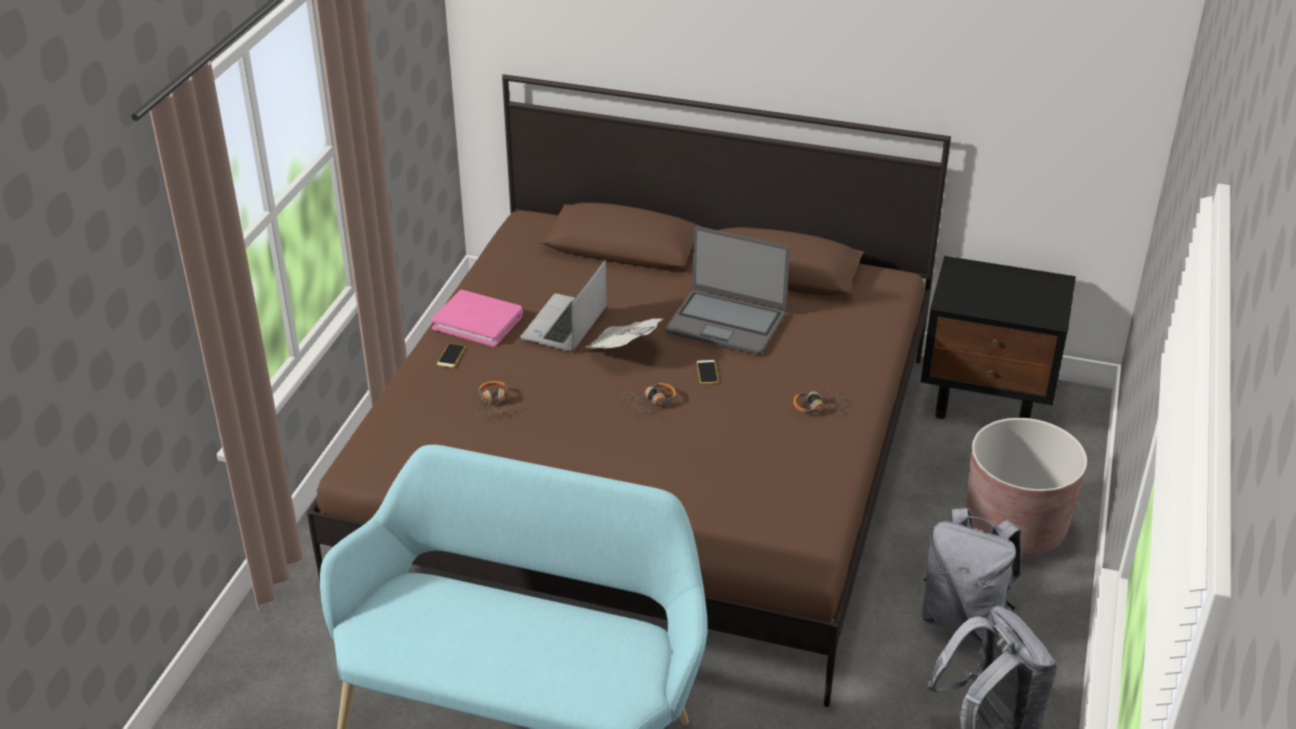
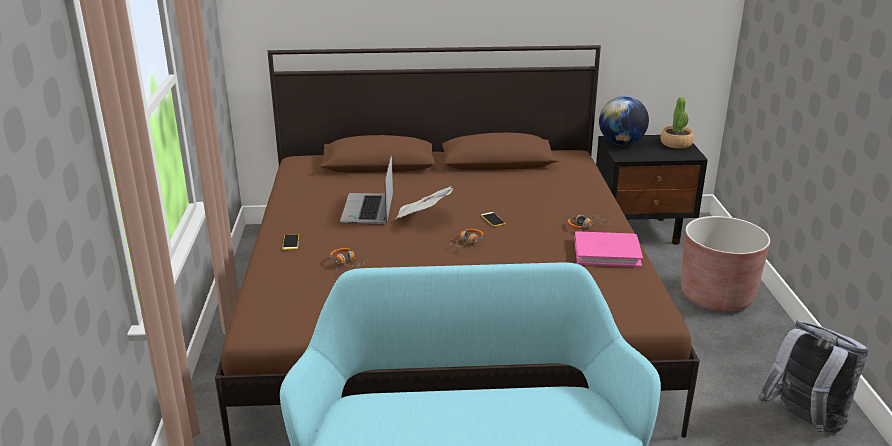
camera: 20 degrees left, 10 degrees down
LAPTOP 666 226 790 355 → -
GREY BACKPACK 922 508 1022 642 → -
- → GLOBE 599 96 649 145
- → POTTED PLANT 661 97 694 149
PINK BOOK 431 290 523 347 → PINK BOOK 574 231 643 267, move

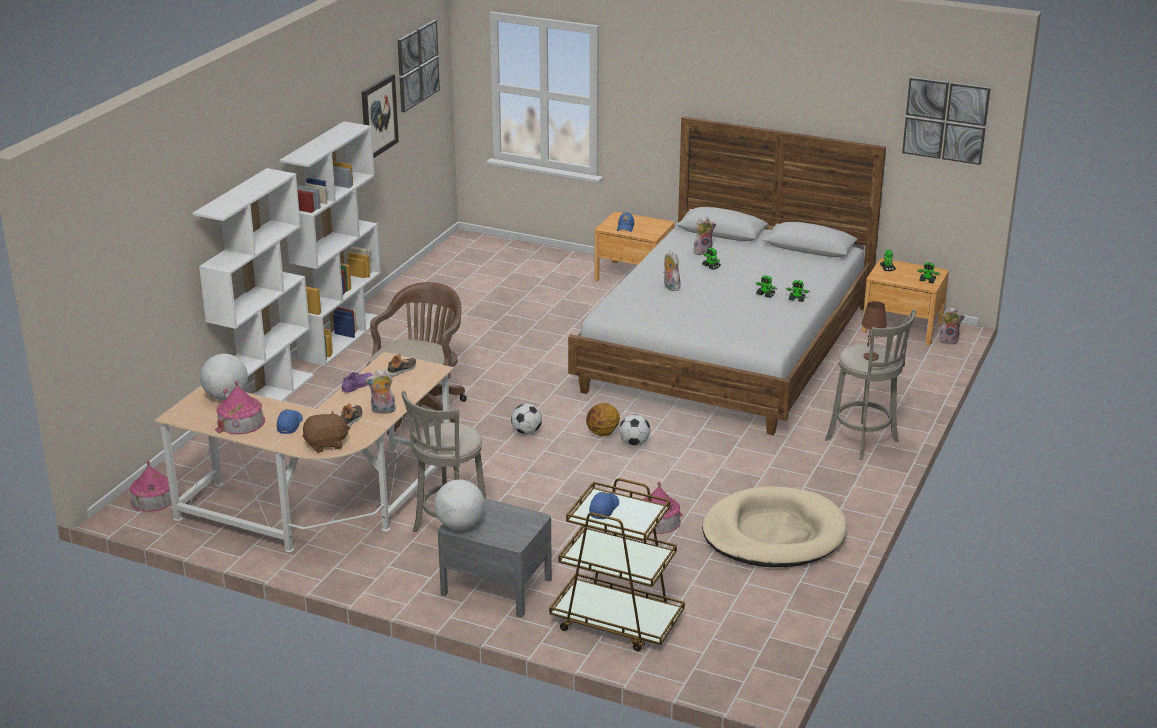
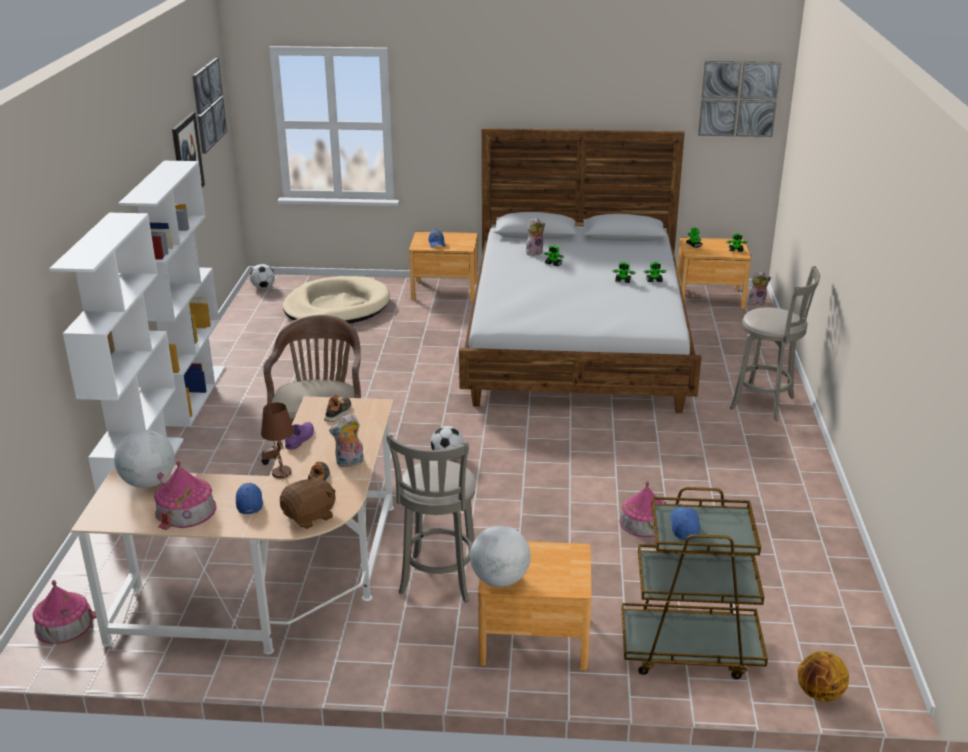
camera: 20 degrees left, 0 degrees up
PLUSH TOY 663 251 681 291 → -
BASKETBALL 586 403 620 436 → BASKETBALL 798 651 849 702, move
FOOTBALL 619 414 650 446 → FOOTBALL 250 264 275 289, move
BEIGE DOG BED 702 487 847 567 → BEIGE DOG BED 283 276 390 324, move
BROWN TABLE LAMP 862 301 887 361 → BROWN TABLE LAMP 261 402 294 478, move
GREY NIGHTSTAND 438 498 552 617 → BROWN NIGHTSTAND 478 541 592 670

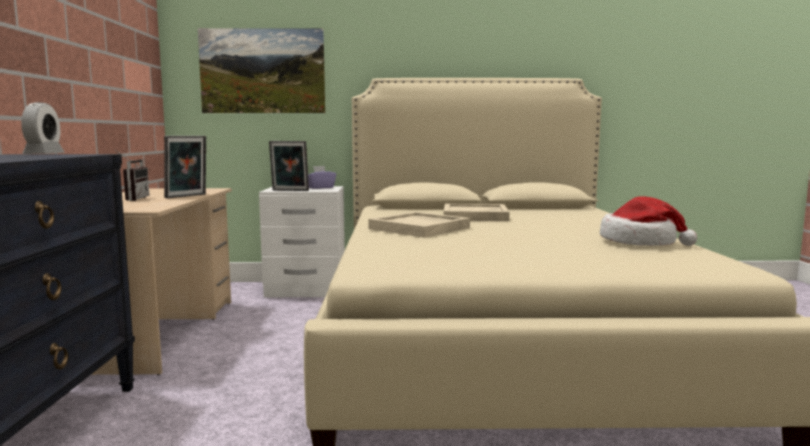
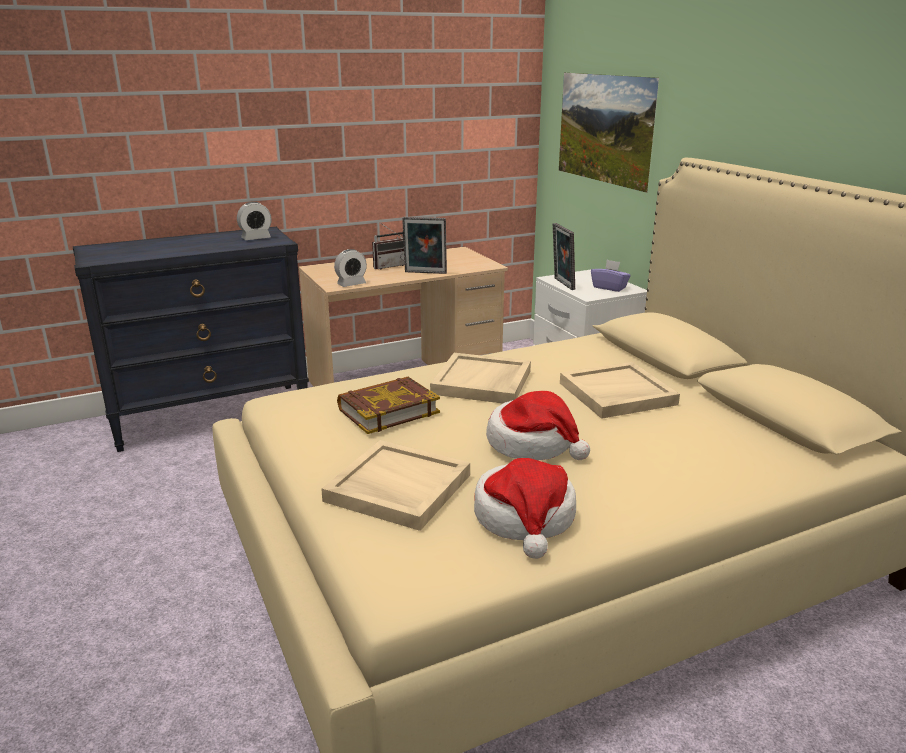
camera: 65 degrees right, 15 degrees up
- → BEIGE TRAY 321 440 470 531
- → ALARM CLOCK 334 249 367 287
- → BOOK 337 377 440 434
- → HAT 486 391 590 460

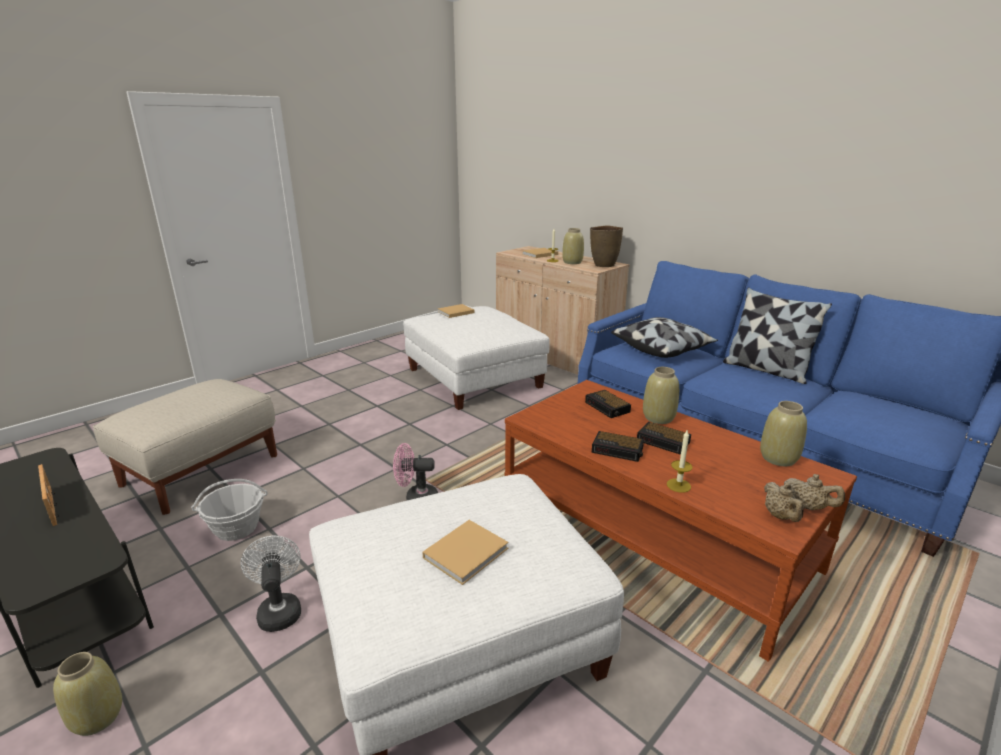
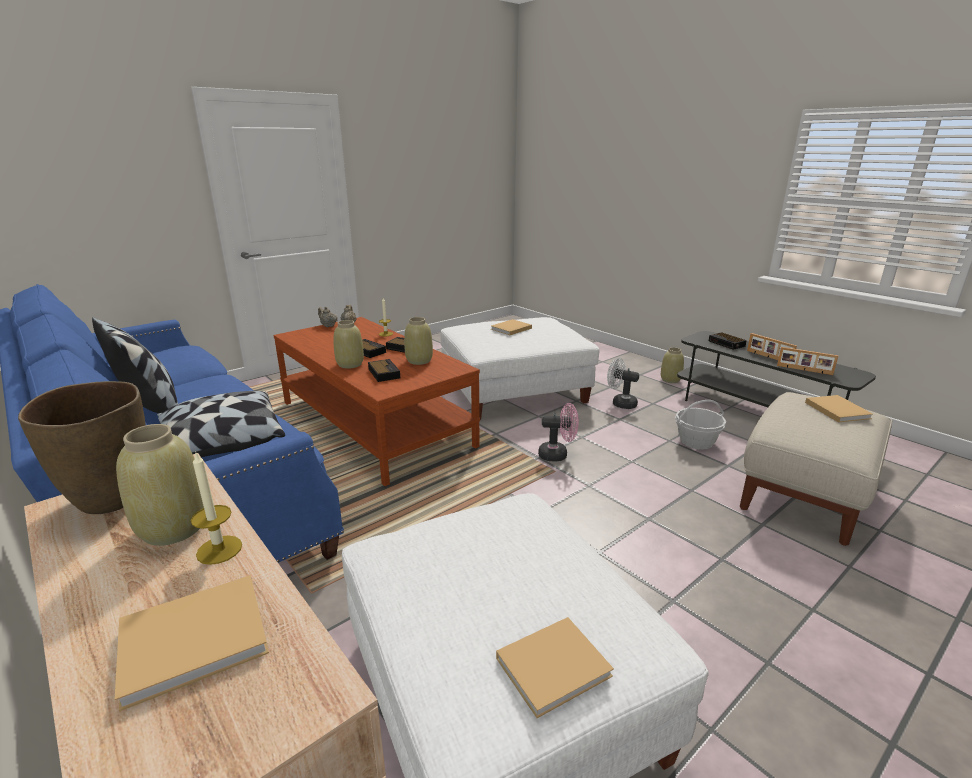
camera: 175 degrees left, 0 degrees up
- → ALARM CLOCK 709 332 747 350
- → PICTURE FRAME 777 347 838 375
- → BEIGE BOOK 805 395 873 422
BEIGE VASE 760 401 807 466 → BEIGE VASE 404 317 433 365, move
WHITE FAN 241 536 301 632 → WHITE FAN 607 358 639 409, 135 degrees clockwise

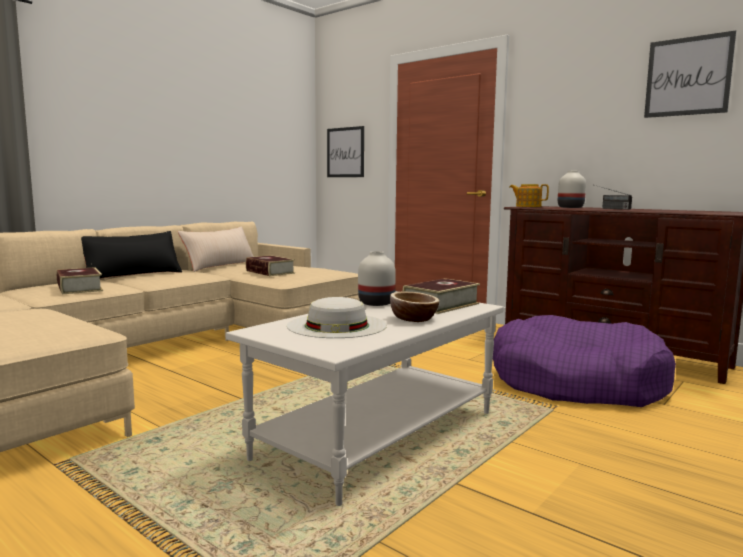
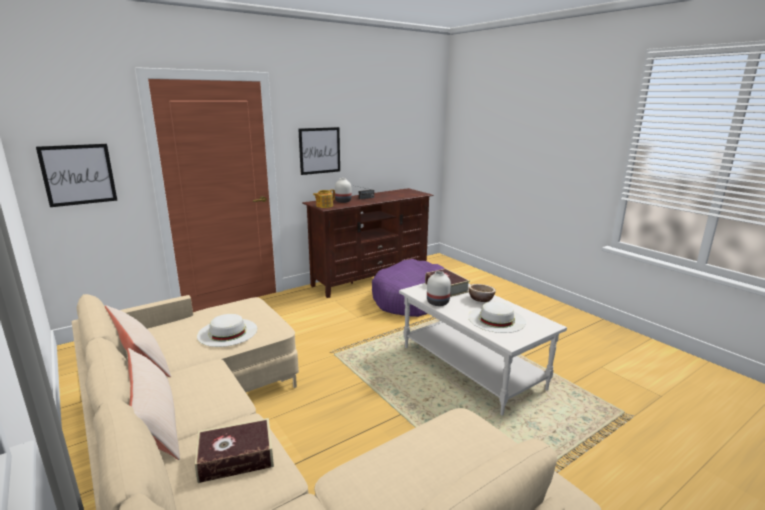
camera: 75 degrees left, 10 degrees up
PICTURE 644 31 737 118 → PICTURE 298 127 340 175, move
BOOK 246 255 295 276 → WHITE HAT 197 314 257 347
BLACK PILLOW 81 231 182 279 → BEIGE PILLOW 127 348 180 460

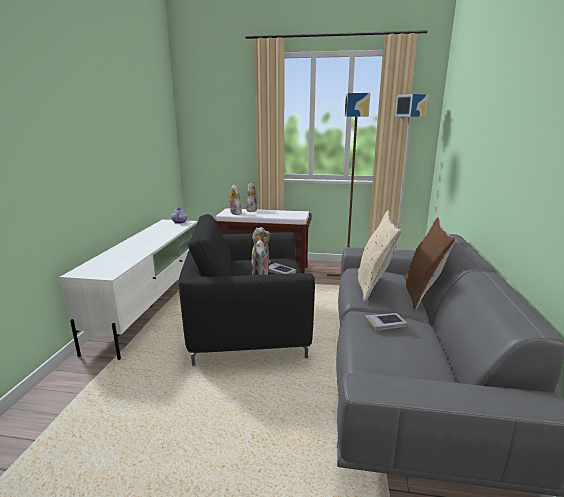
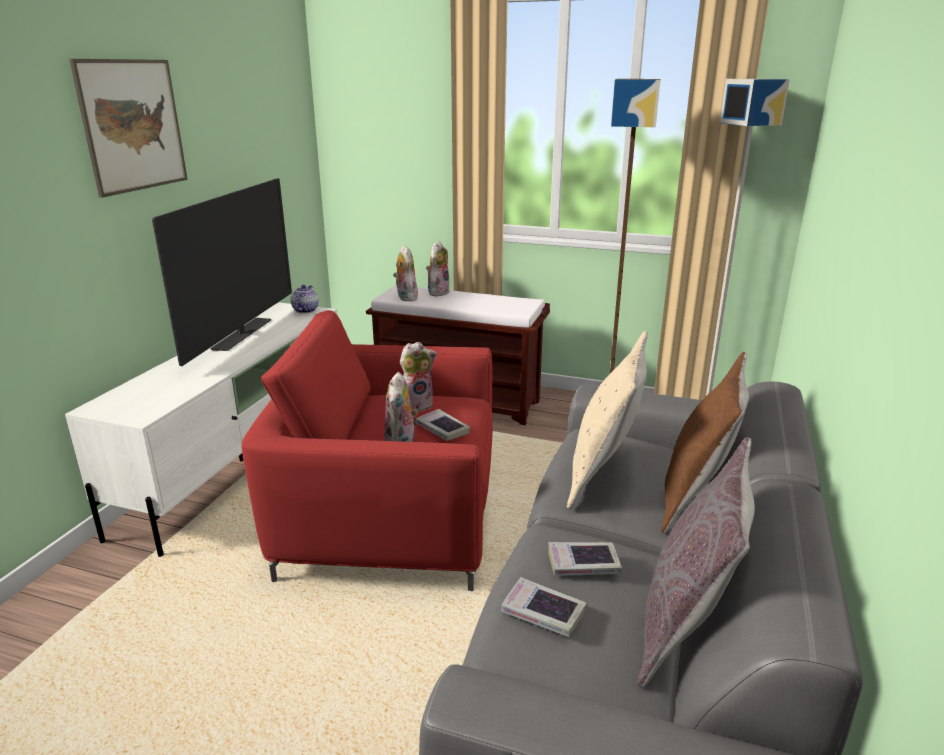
camera: 10 degrees right, 5 degrees up
- → PICTURE 69 59 188 198
- → TELEVISION 152 178 292 366
- → BOOK 501 577 587 637
- → GREY PILLOW 638 437 755 688
BLACK ARMCHAIR 179 214 315 366 → RED ARMCHAIR 241 310 493 591

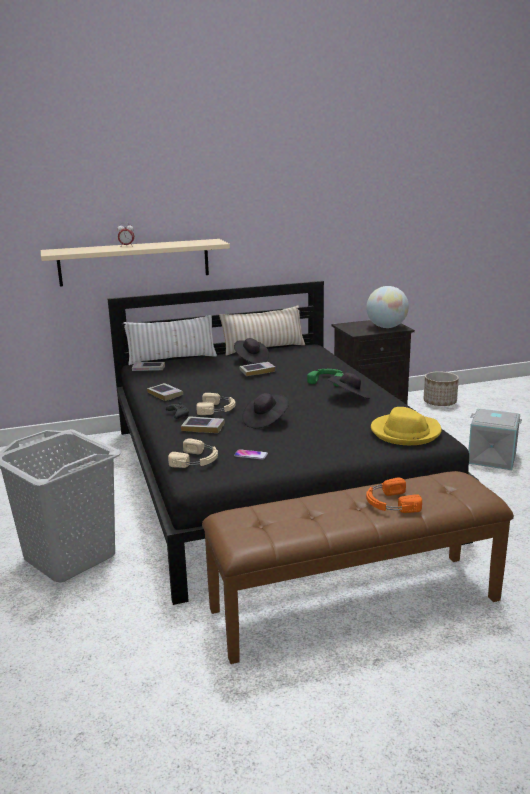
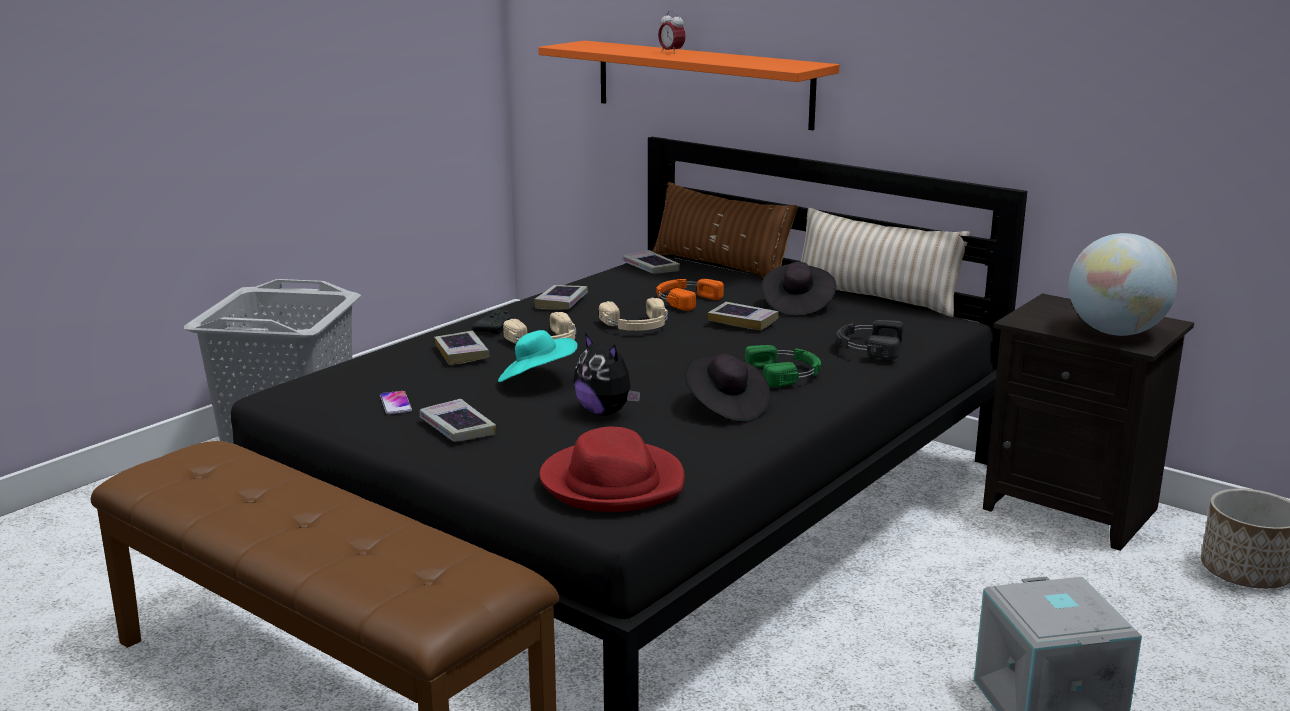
camera: 55 degrees right, 0 degrees up
- → BOOK 420 399 496 442
- → PLUSH TOY 573 333 640 416
- → BLACK HEADPHONES 836 320 904 359
BEIGE HEADPHONES 168 439 218 468 → BEIGE HEADPHONES 599 298 668 331, move
ORANGE HEADPHONES 366 478 422 513 → ORANGE HEADPHONES 656 279 724 311, move
BEIGE SHELF 41 239 230 287 → ORANGE SHELF 538 40 839 130
WHITE PILLOW 123 315 217 365 → BROWN PILLOW 652 182 798 277
BLACK HAT 242 393 289 428 → TURQUOISE HAT 498 330 578 382
YELLOW HAT 371 407 442 445 → RED HAT 540 427 685 512

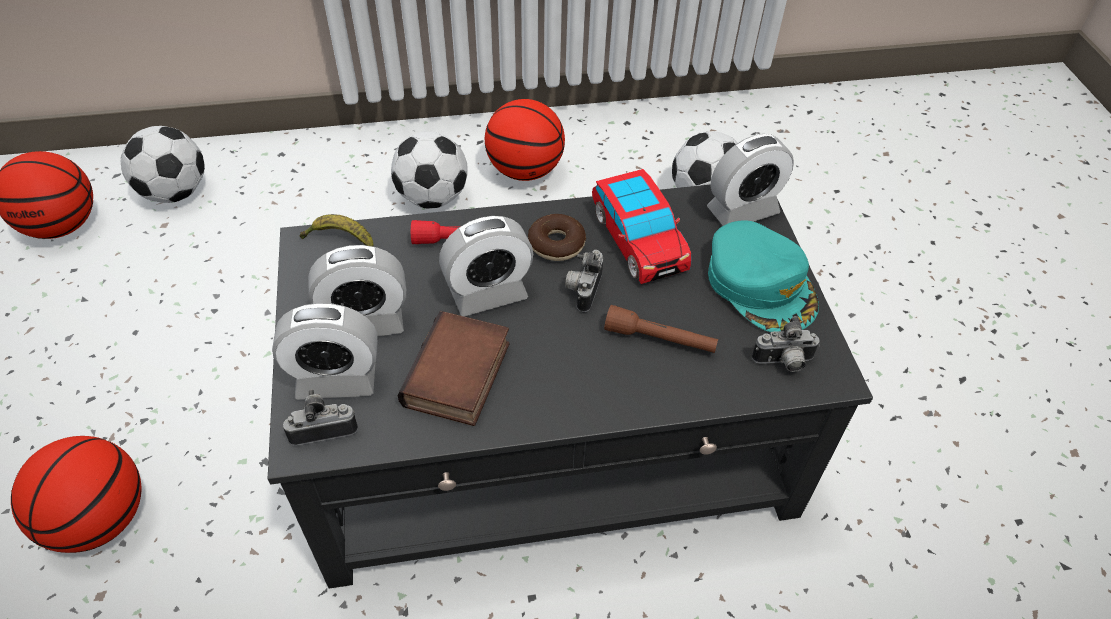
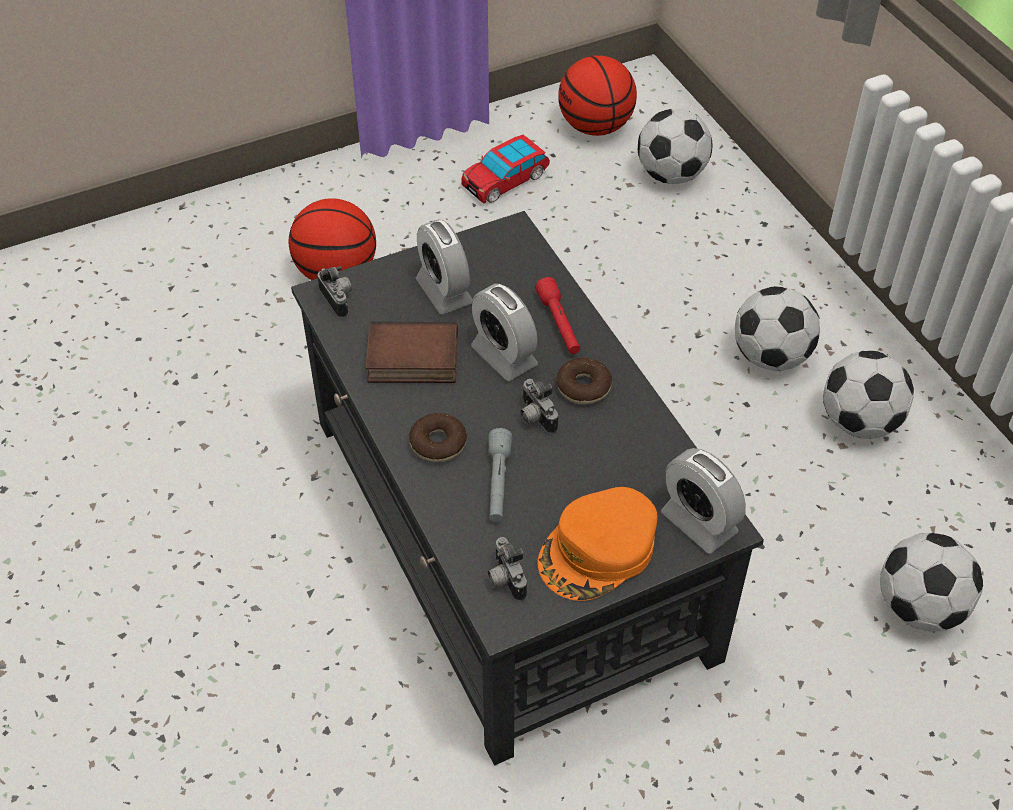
camera: 75 degrees right, 0 degrees up
ALARM CLOCK 272 303 378 400 → -
BANANA 300 214 374 246 → -
- → DONUT 409 413 467 462
TOY CAR 592 169 692 284 → TOY CAR 462 134 550 204, move
BASKETBALL 485 99 565 181 → FOOTBALL 823 351 914 439
BROWN FLASHLIGHT 604 305 718 353 → GREY FLASHLIGHT 488 428 512 522
TURQUOISE CAP 708 221 819 332 → ORANGE CAP 538 487 658 601
PHOTO CAMERA 565 250 603 312 → PHOTO CAMERA 520 379 558 434, 120 degrees counterclockwise

